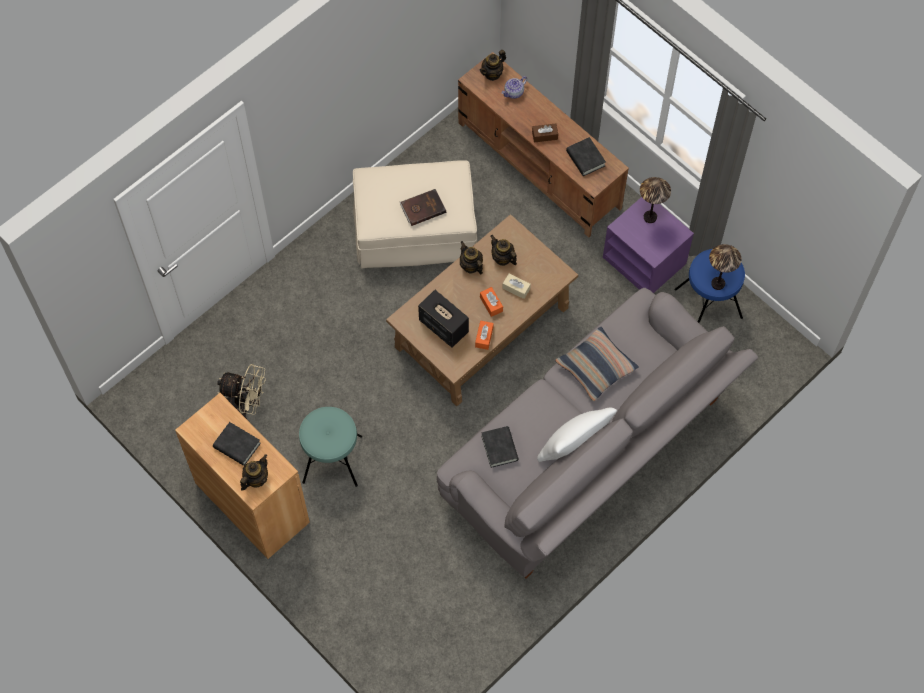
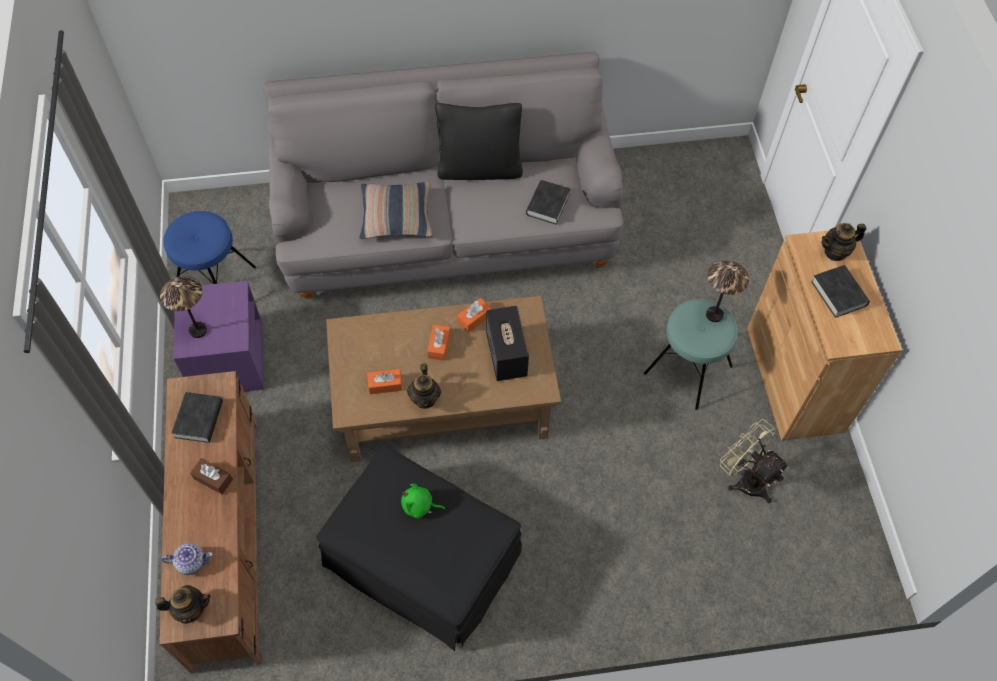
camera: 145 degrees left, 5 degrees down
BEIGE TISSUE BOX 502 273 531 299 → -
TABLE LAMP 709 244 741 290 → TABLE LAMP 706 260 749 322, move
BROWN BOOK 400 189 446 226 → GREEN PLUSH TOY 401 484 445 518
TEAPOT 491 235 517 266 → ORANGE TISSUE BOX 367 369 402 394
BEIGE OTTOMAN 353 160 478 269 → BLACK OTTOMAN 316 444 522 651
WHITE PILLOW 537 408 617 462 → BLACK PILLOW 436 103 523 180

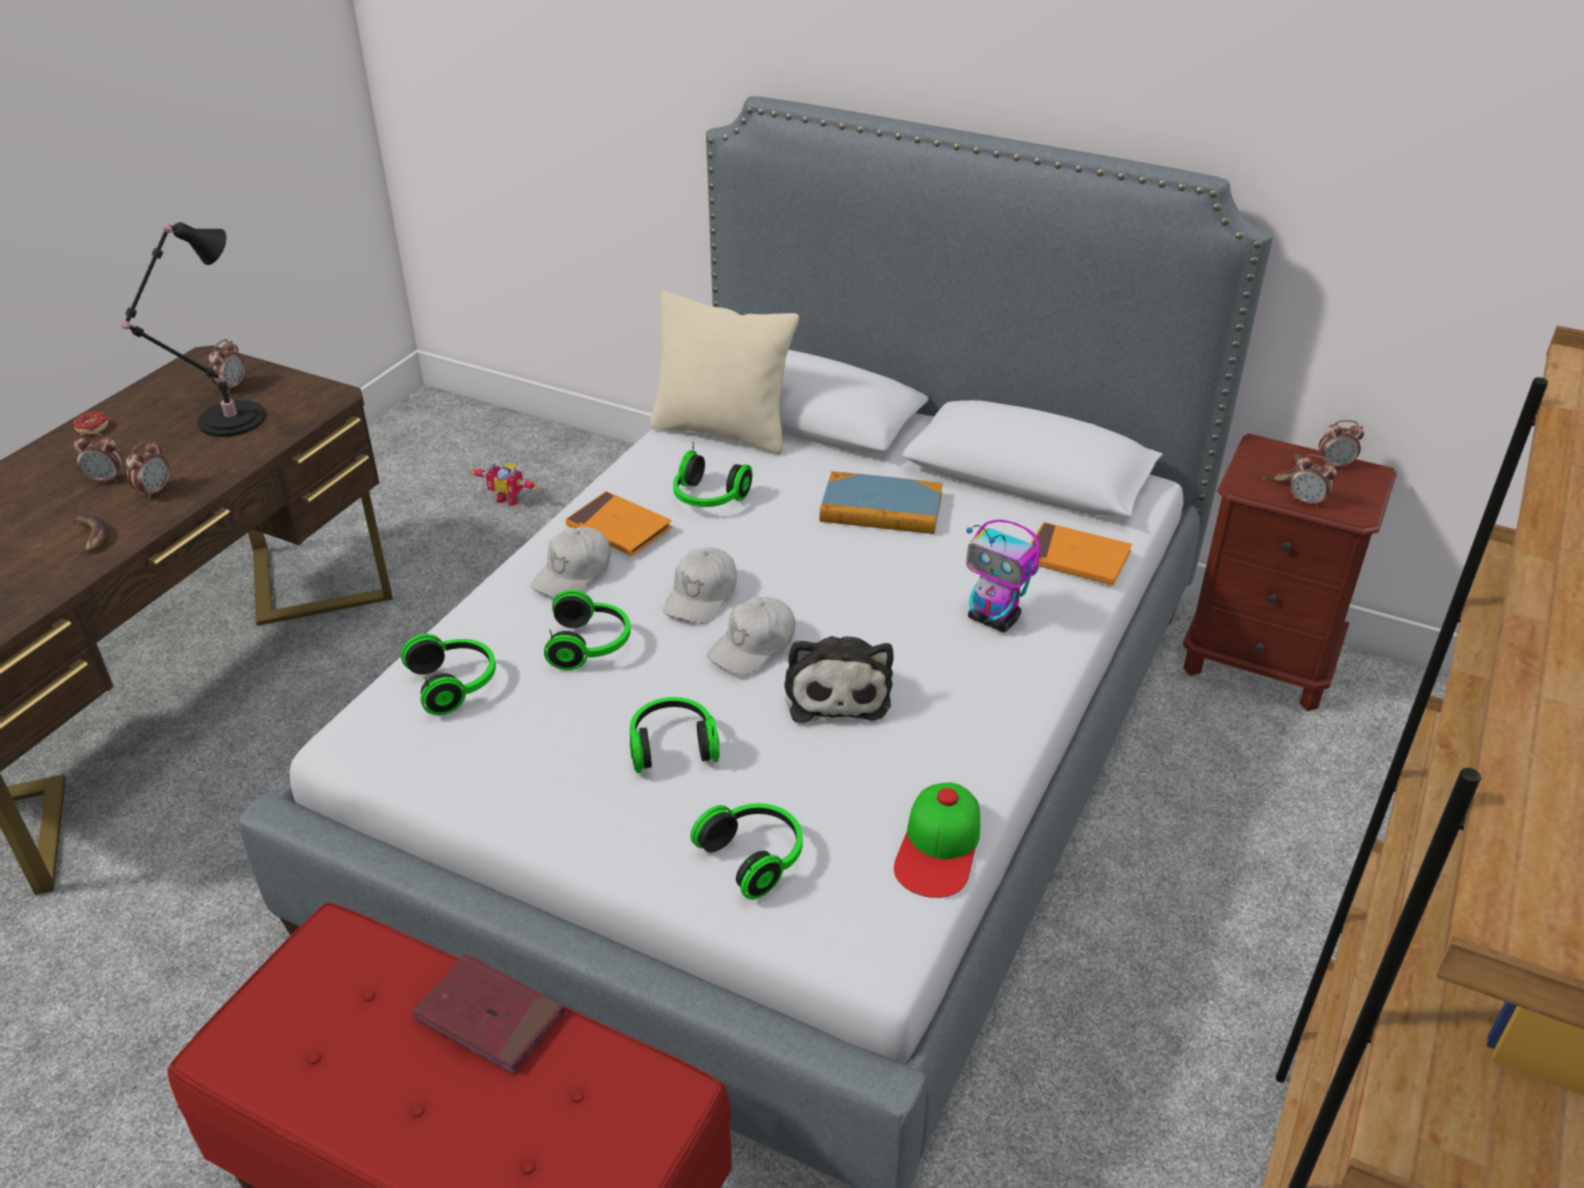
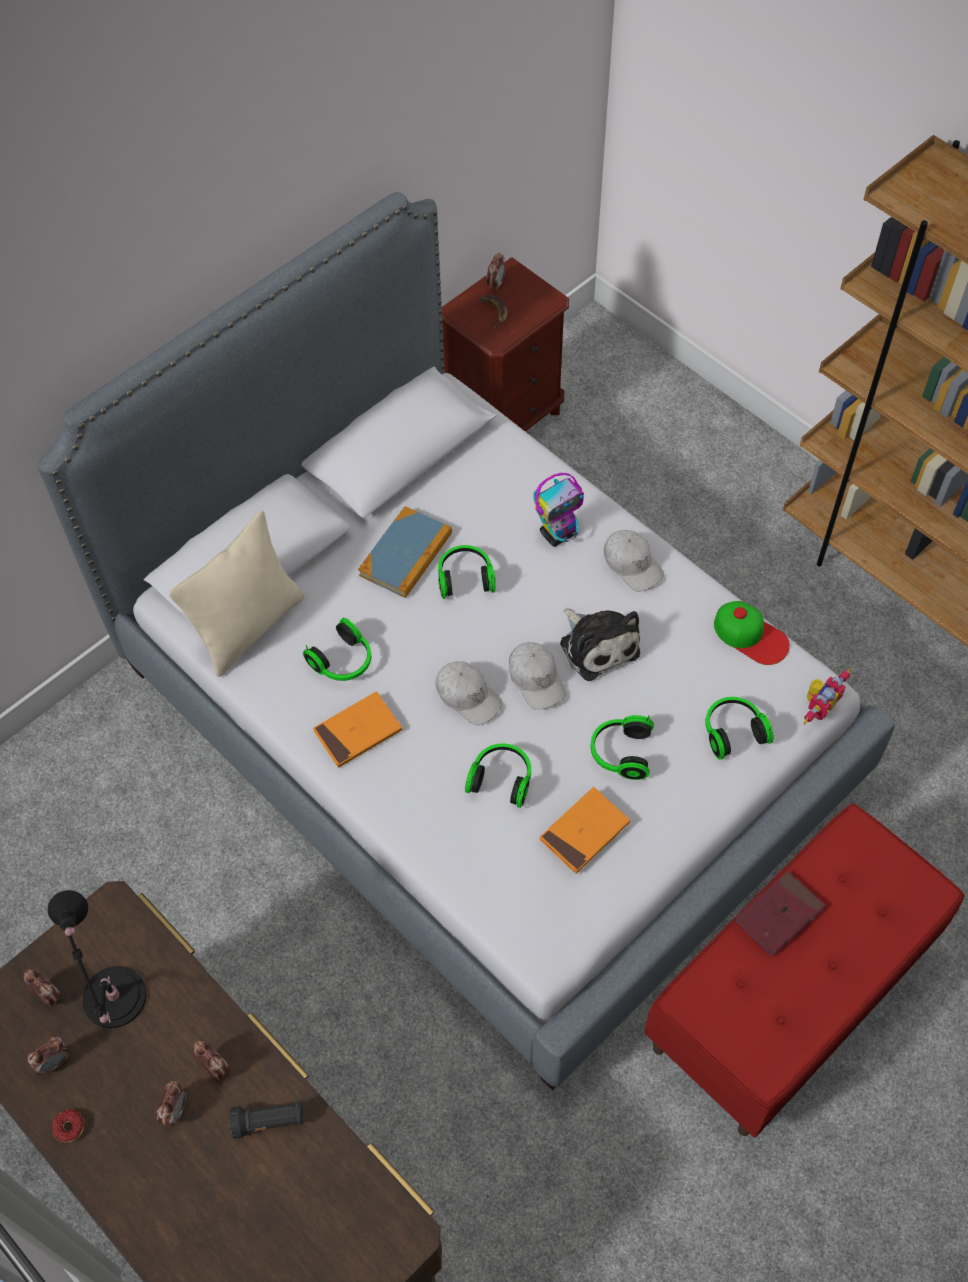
camera: 70 degrees left, 20 degrees up
HEADPHONES 400 634 496 715 → HEADPHONES 438 545 495 599, move
TOY ROBOT 471 462 539 506 → TOY ROBOT 803 668 851 725, move
WHITE CAP 531 527 611 598 → WHITE CAP 604 530 664 592, move
ORANGE BOOK 1030 522 1132 585 → ORANGE BOOK 539 787 630 874, move
ALARM CLOCK 1290 454 1337 508 → ALARM CLOCK 28 1036 69 1075, move
BANANA 74 514 107 558 → BLACK FLASHLIGHT 229 1099 304 1139
PLUSH TOY 785 636 894 723 → PLUSH TOY 560 609 640 681, 45 degrees clockwise

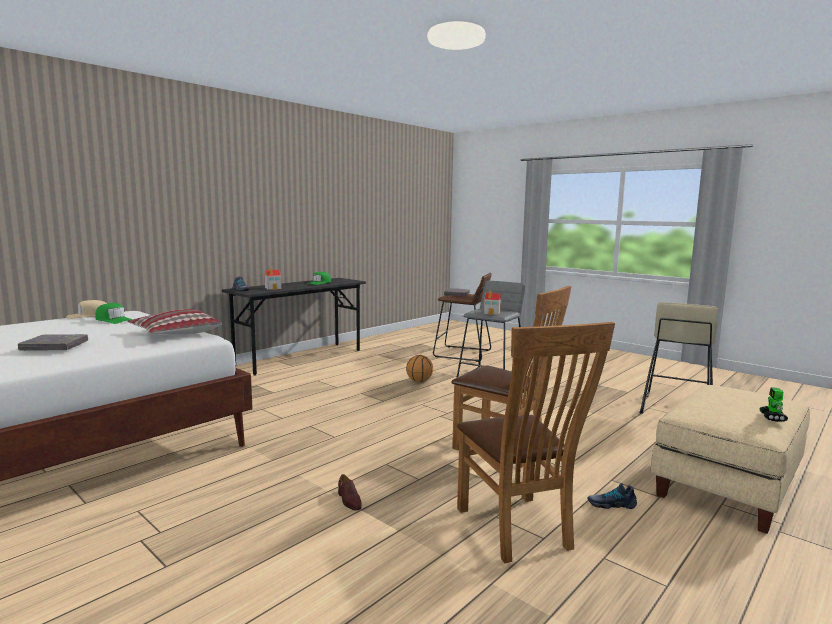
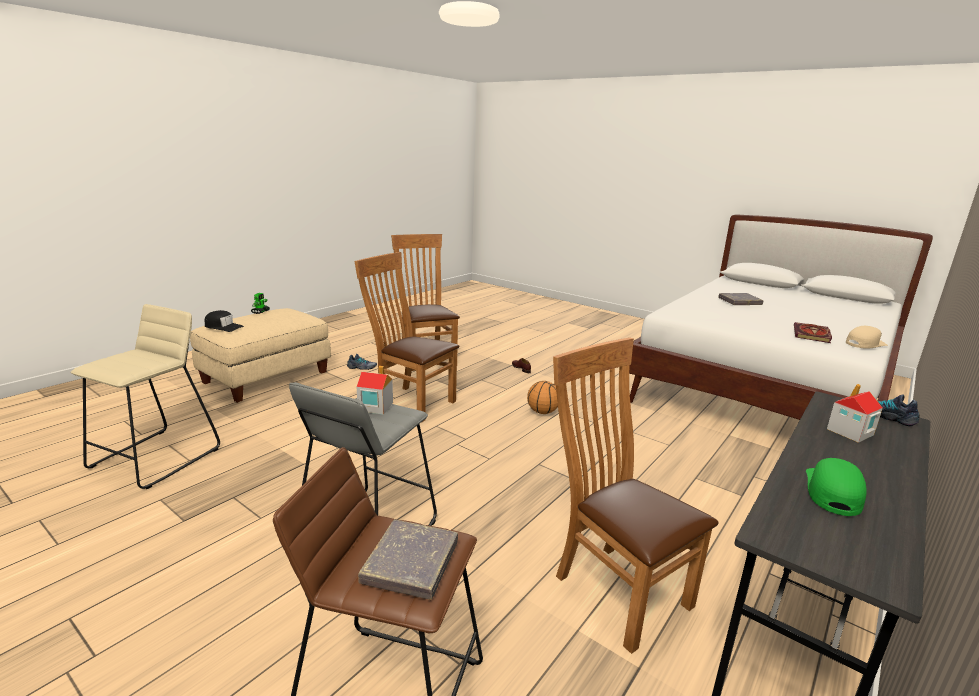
camera: 175 degrees right, 10 degrees up
PILLOW 128 309 222 335 → -
- → BLACK CAP 205 310 244 332
- → BROWN CHAIR 553 337 719 654
BASKETBALL 406 355 433 382 → BASKETBALL 527 381 558 414, move
GREEN CAP 95 303 132 324 → BOOK 794 322 832 343

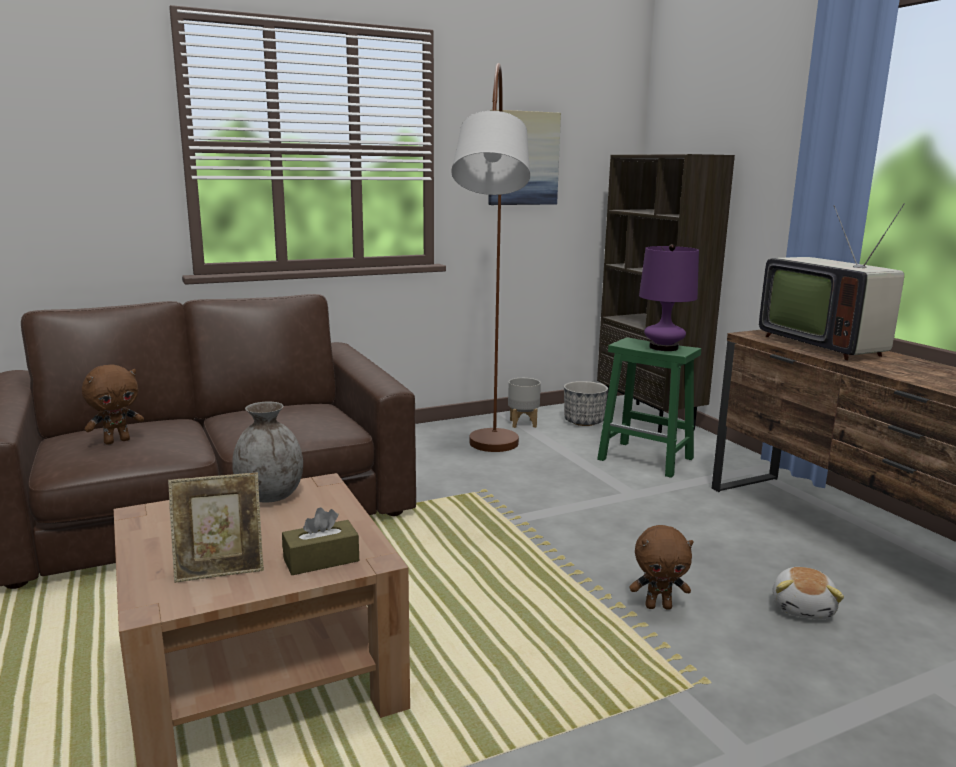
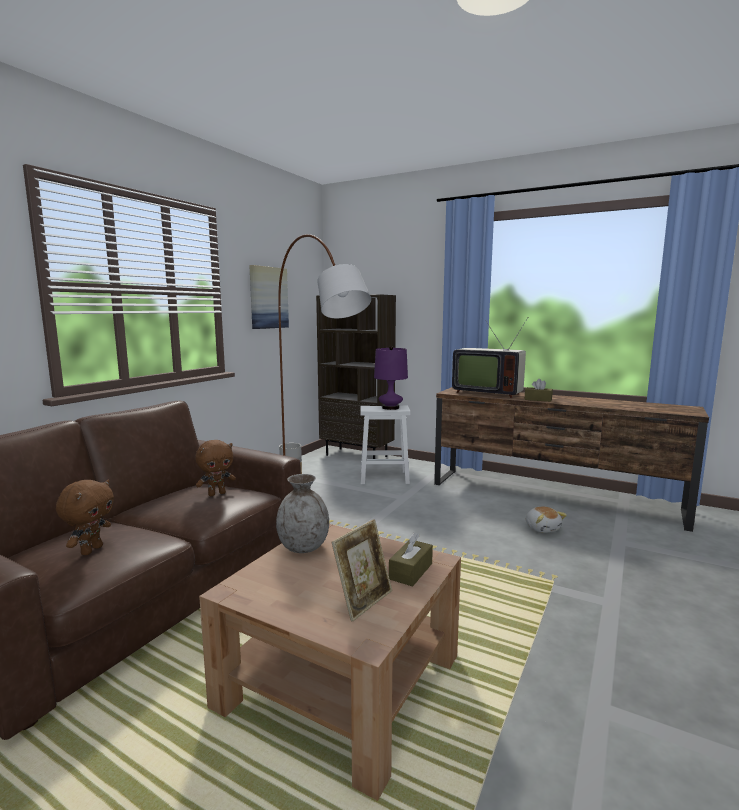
camera: 35 degrees left, 5 degrees down
PLANTER 564 381 608 426 → -
- → BROWN TISSUE BOX 524 379 553 402
BROWN PLUSH TOY 630 525 694 610 → BROWN PLUSH TOY 195 440 236 496, move
GREEN STOOL 597 337 701 478 → WHITE STOOL 361 406 410 484

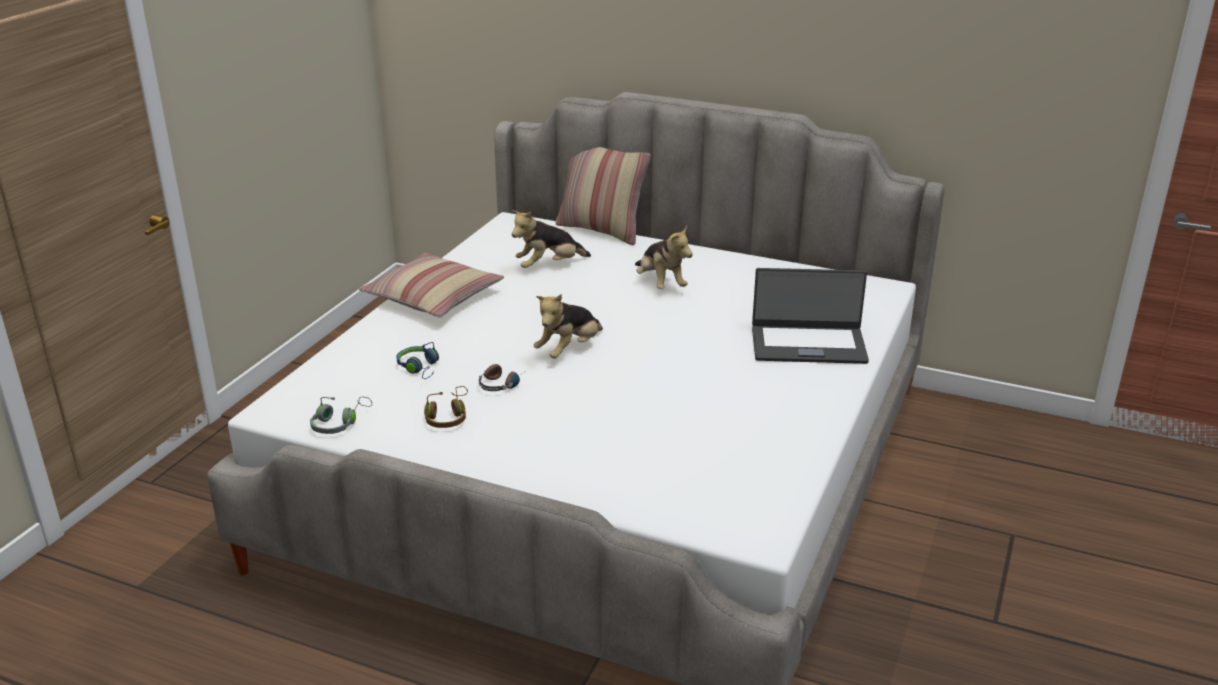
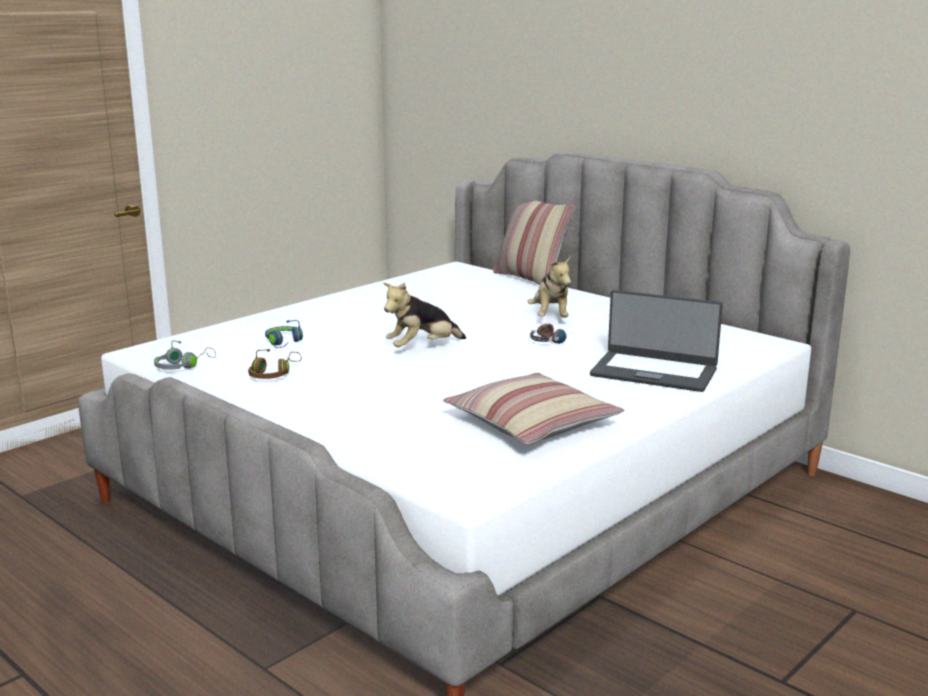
camera: 20 degrees right, 10 degrees down
PLUSH TOY 511 210 591 268 → -
PILLOW 359 253 504 317 → PILLOW 443 373 624 445, move
HEADPHONES 478 364 520 391 → HEADPHONES 530 323 577 344, move

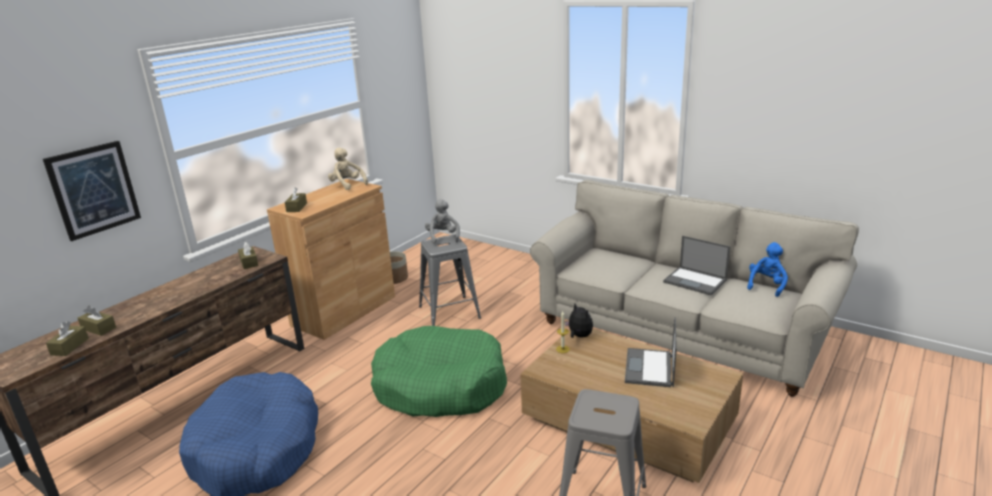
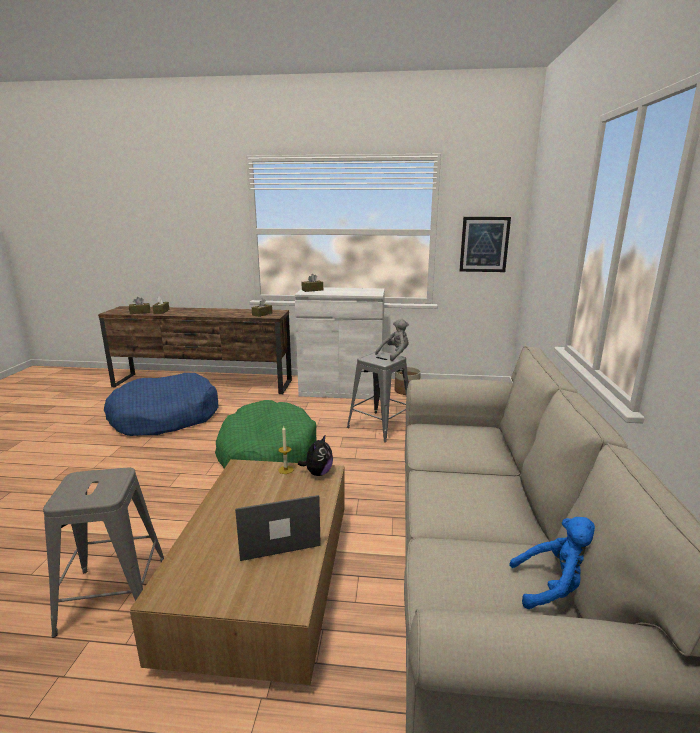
camera: 60 degrees right, 5 degrees down
BEIGE PLUSH TOY 328 148 368 190 → -
LAPTOP 663 236 730 295 → -
PICTURE 43 141 141 241 → PICTURE 459 217 511 272, move
BROWN CABINET 267 179 395 340 → WHITE CABINET 295 287 385 400

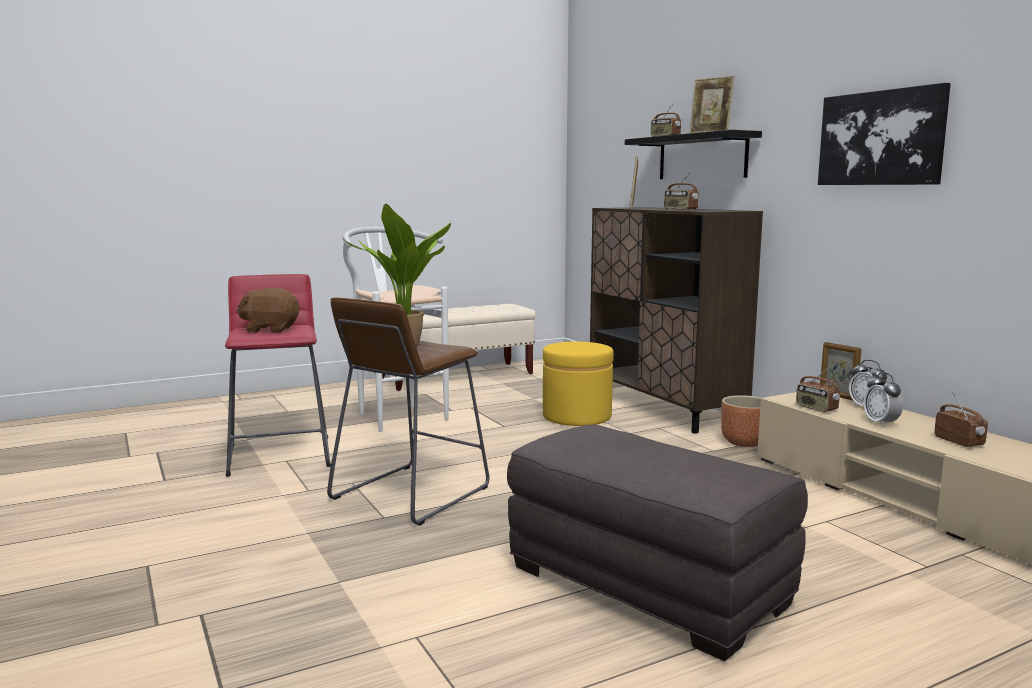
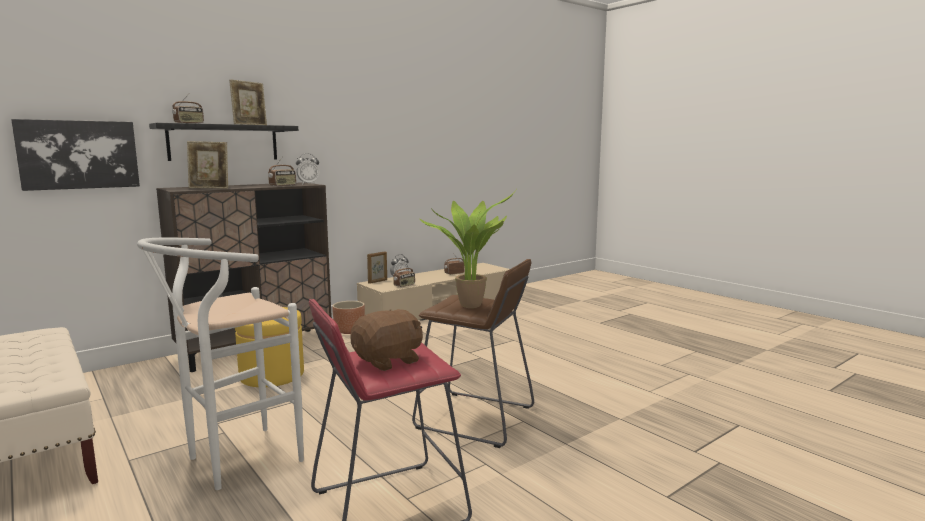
camera: 100 degrees left, 0 degrees up
GREY OTTOMAN 507 425 808 661 → -
PICTURE 818 83 951 185 → PICTURE 11 119 140 191, move
ALARM CLOCK 863 372 903 427 → ALARM CLOCK 296 153 320 184, move
BROWN PLUSH TOY 237 288 300 332 → BROWN PLUSH TOY 350 309 423 371, 120 degrees counterclockwise

